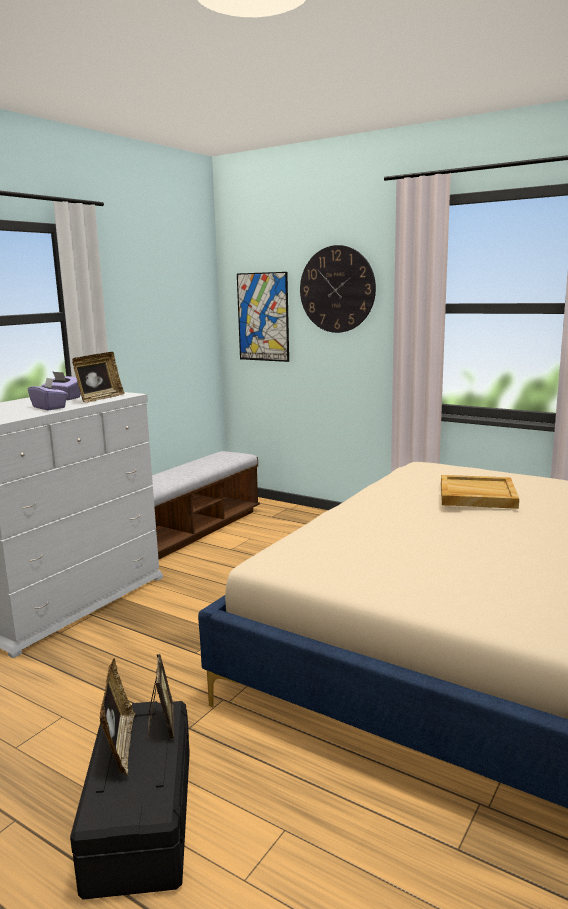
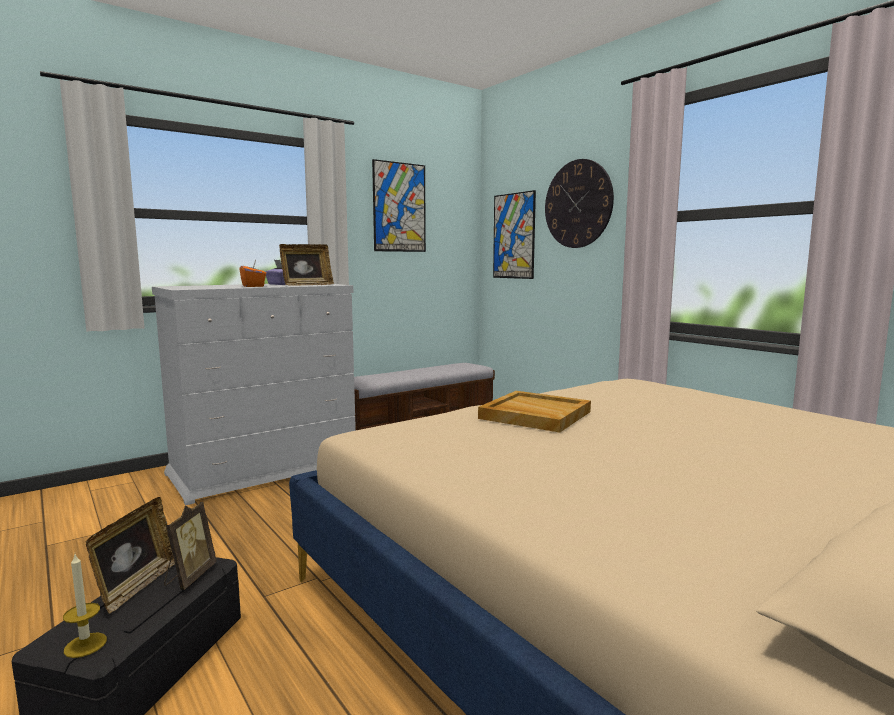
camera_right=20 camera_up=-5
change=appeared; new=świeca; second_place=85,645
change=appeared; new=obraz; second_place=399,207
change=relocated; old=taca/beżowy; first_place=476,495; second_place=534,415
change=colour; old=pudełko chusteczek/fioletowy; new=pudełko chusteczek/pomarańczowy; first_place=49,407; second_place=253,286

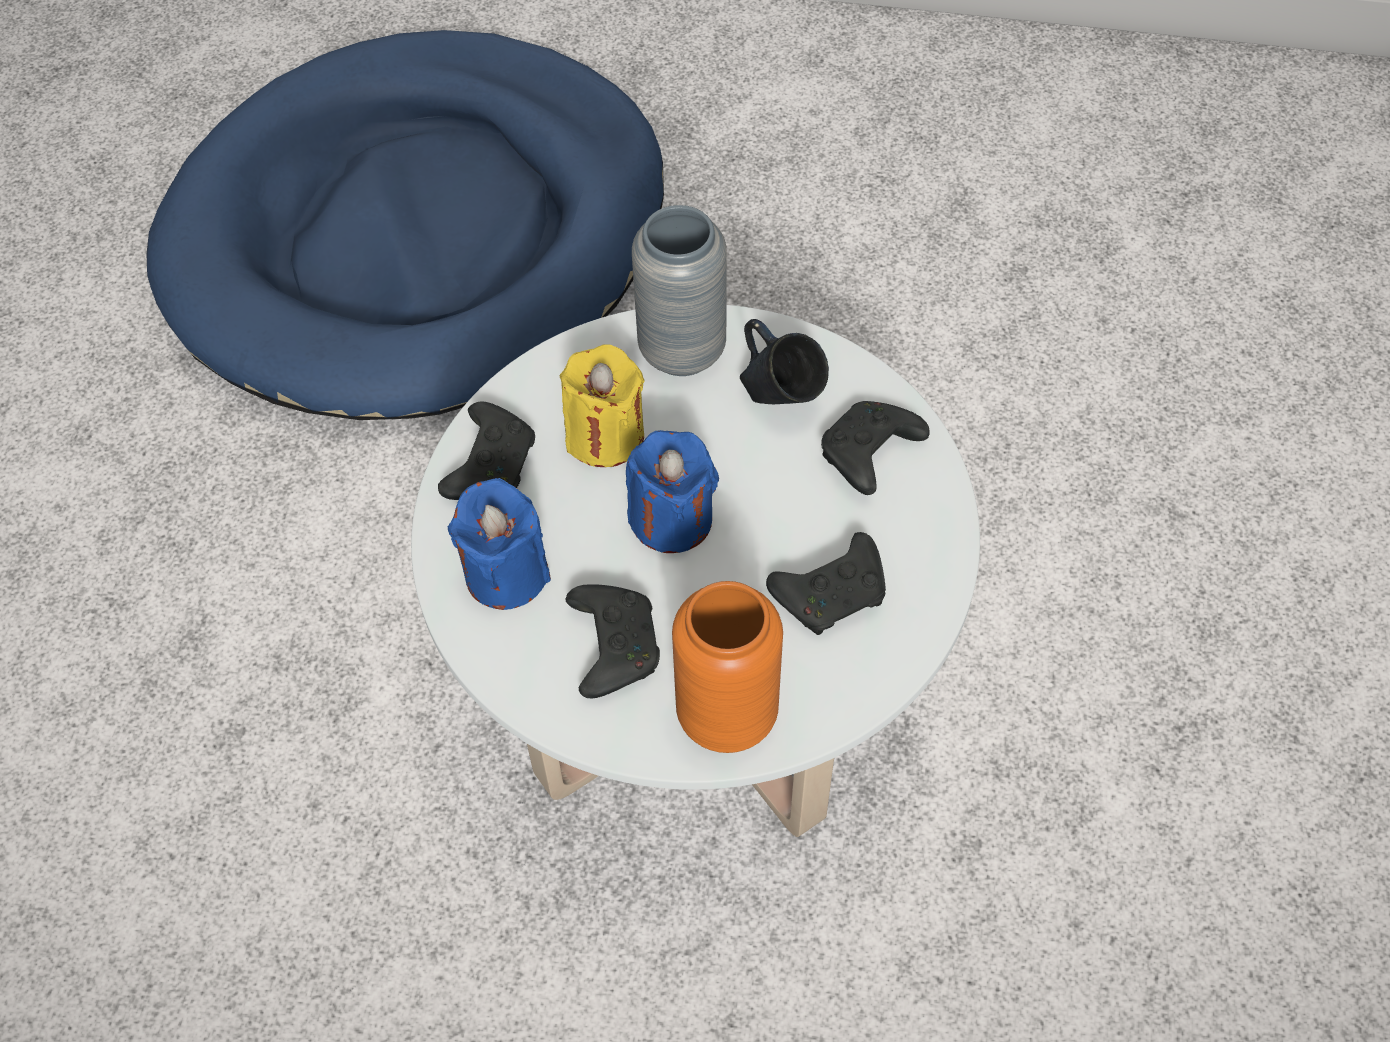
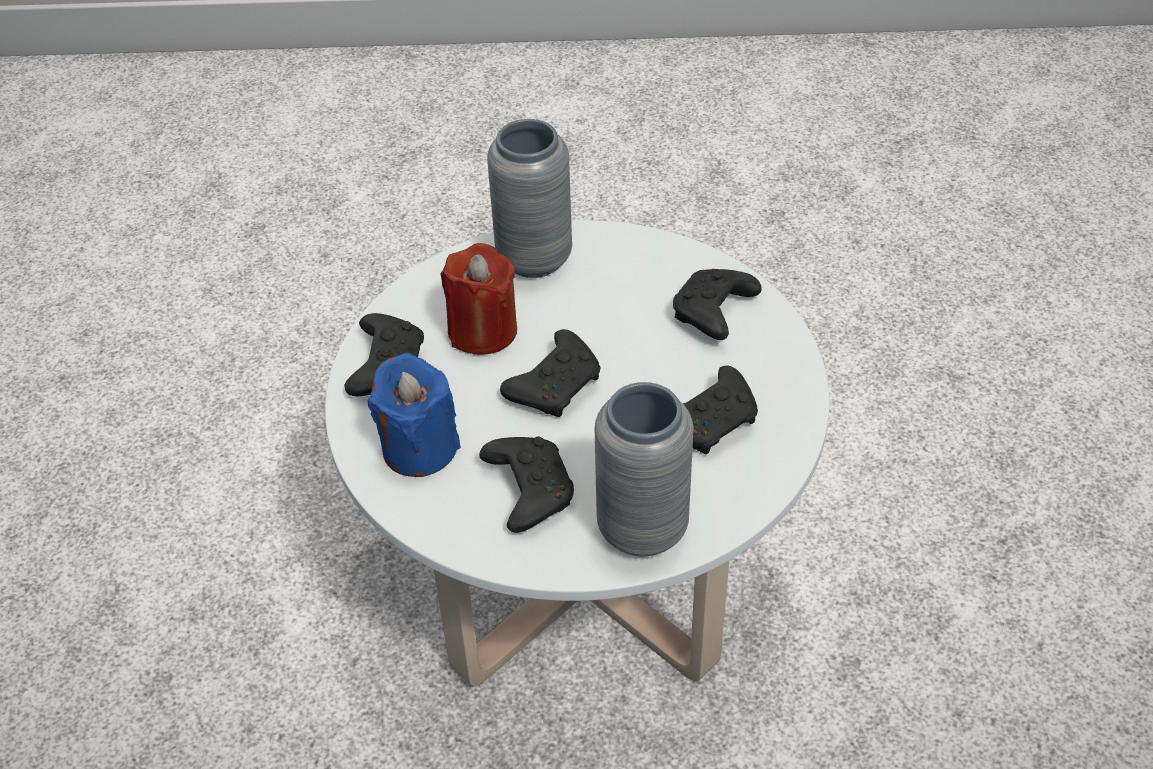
camera_right=-10 camera_up=-10
change=missing; old=legowisko/niebieski; first_place=418,236
change=missing; old=kubek/niebieski; first_place=779,400
change=exchanged; old=świeca/niebieski; new=pad do gier/czarny; first_place=672,519; second_place=556,385
change=colour; old=świeca/żółty; new=świeca/czerwony; first_place=605,436; second_place=482,331
change=colour; old=wazon/pomarańczowy; new=wazon/szary; first_place=727,715; second_place=642,529

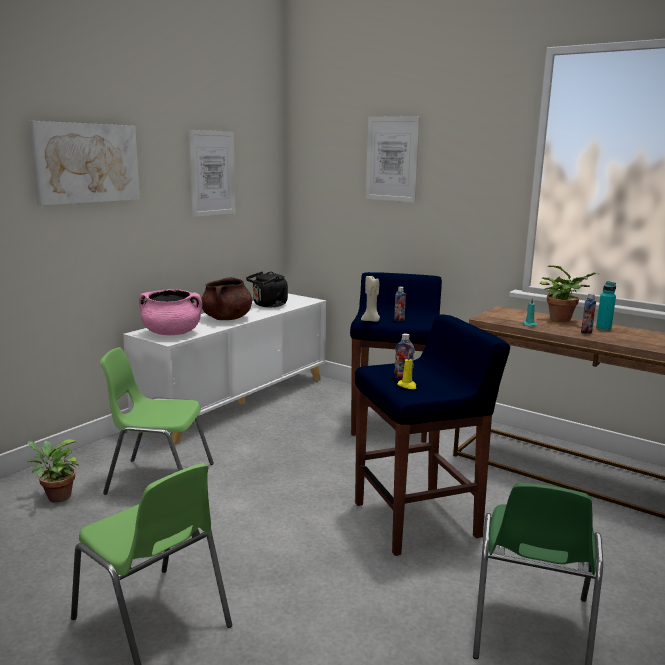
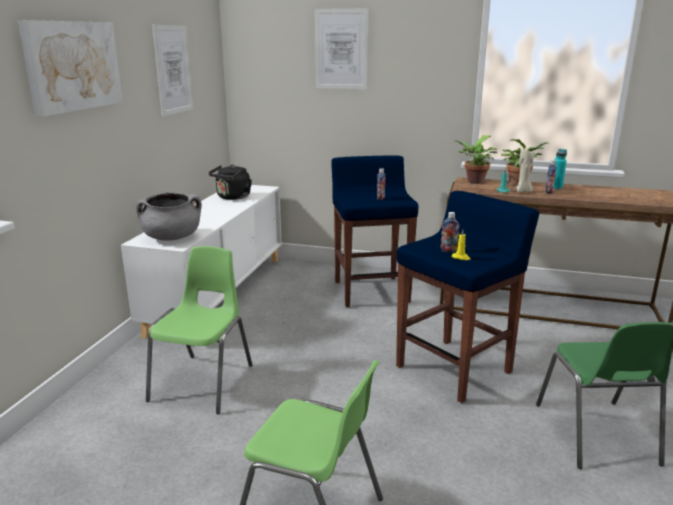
camera_right=-20 camera_up=5
change=missing; old=garnek/brązowy; first_place=227,318
change=relocated; old=roślina doniczkowa; first_place=56,497; second_place=473,182
change=relocated; old=świeca/beżowy; first_place=371,321; second_place=523,191
change=colour; old=garnek/różowy; new=garnek/szary; first_place=172,333; second_place=172,237
change=spun; old=krzesło/zielony; first_place=159,478; second_place=204,382; degrees=120

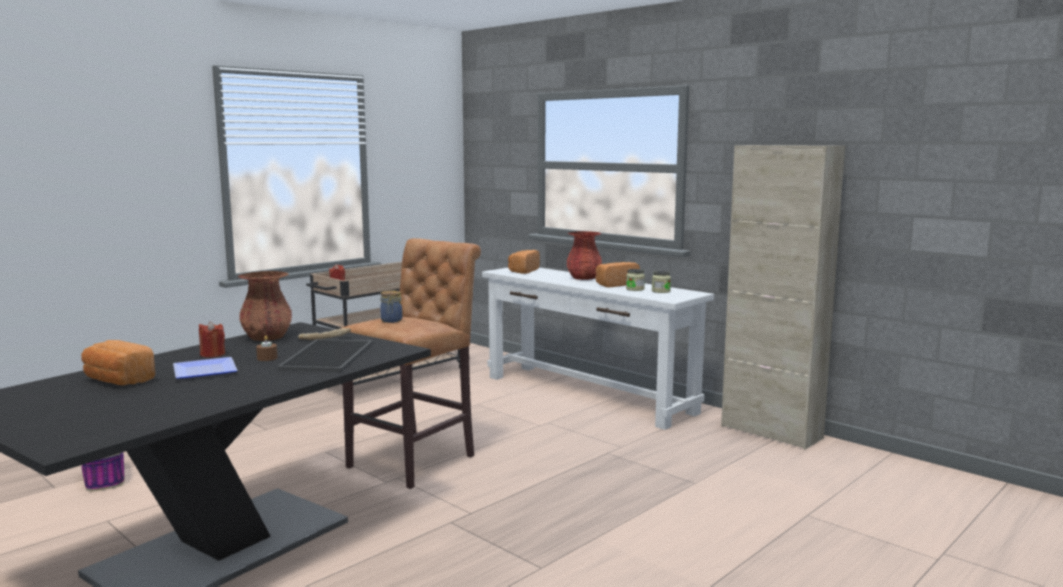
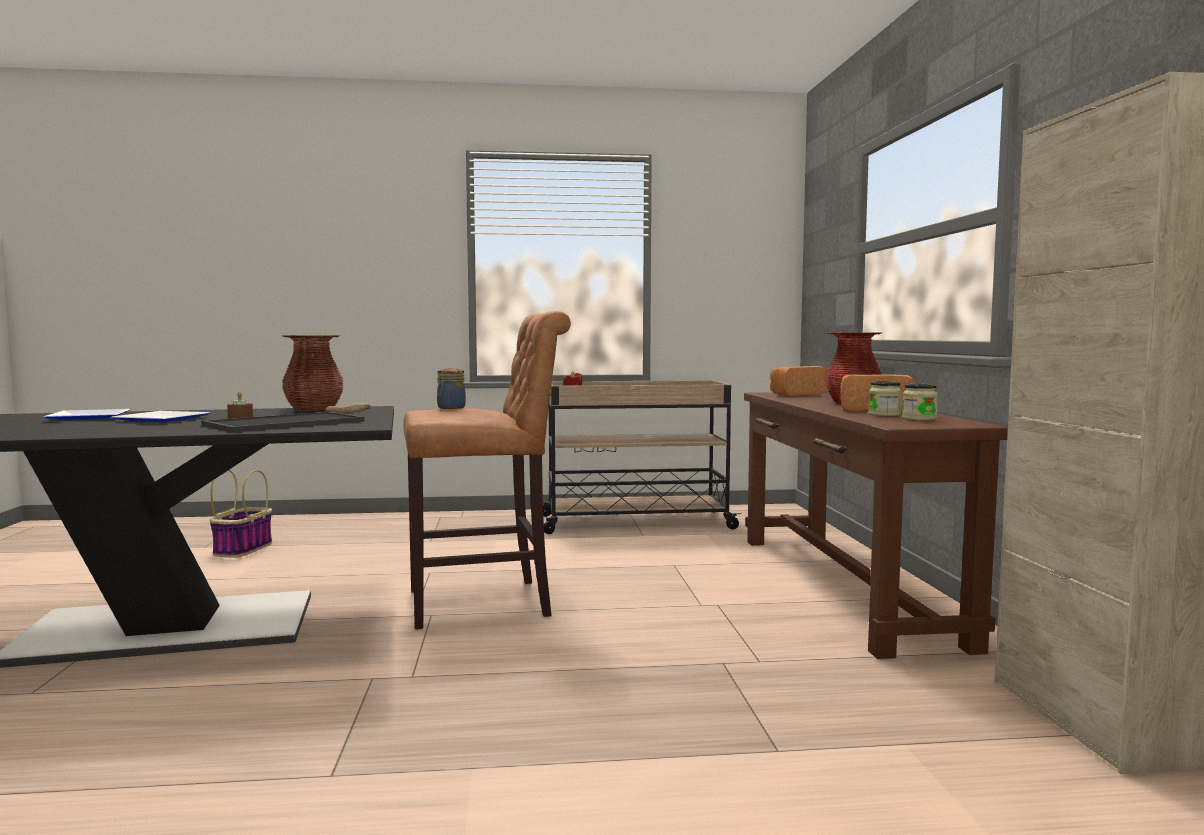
camera_right=40 camera_up=-5
change=missing; old=świeca/czerwony; first_place=212,354
change=exchanged; old=chleb; new=talerz; first_place=117,380; second_place=92,417
change=colour; old=stolik konsolowy/biały; new=stolik konsolowy/brązowy; first_place=587,394; second_place=841,586

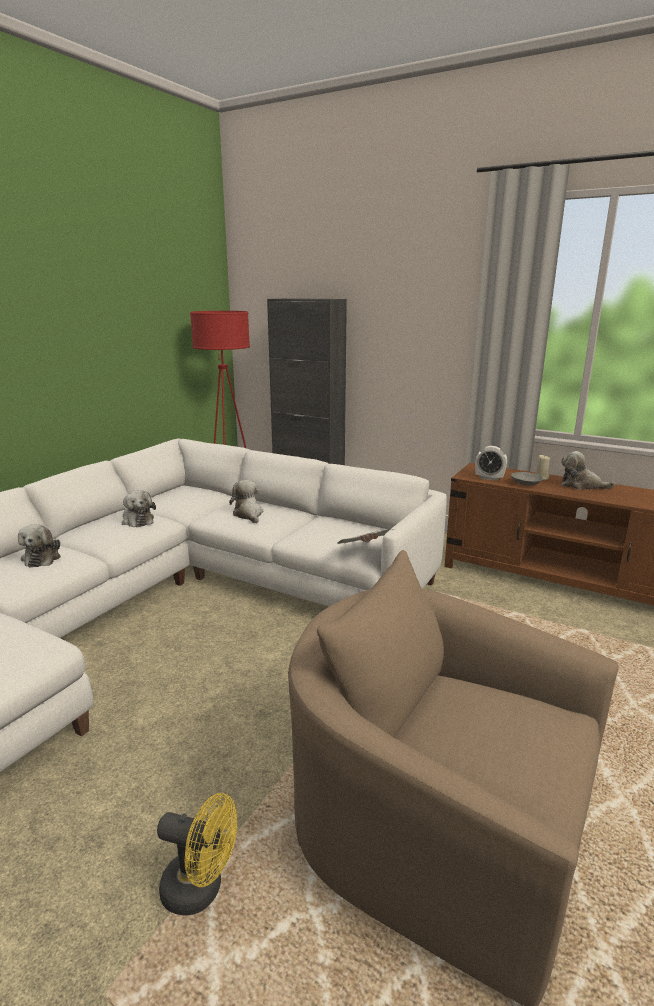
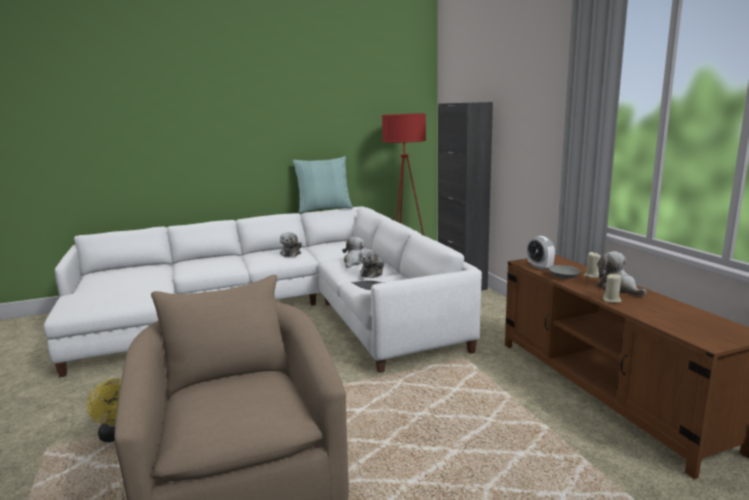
camera_right=40 camera_up=-5
change=appeared; new=poduszka; second_place=324,209
change=appeared; new=świeca/beżowy; second_place=612,300
change=relocated; old=pluszak; first_place=42,557; second_place=372,273

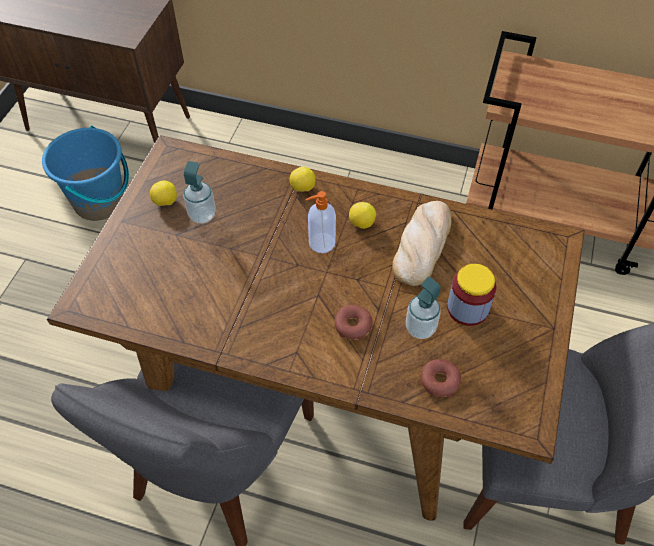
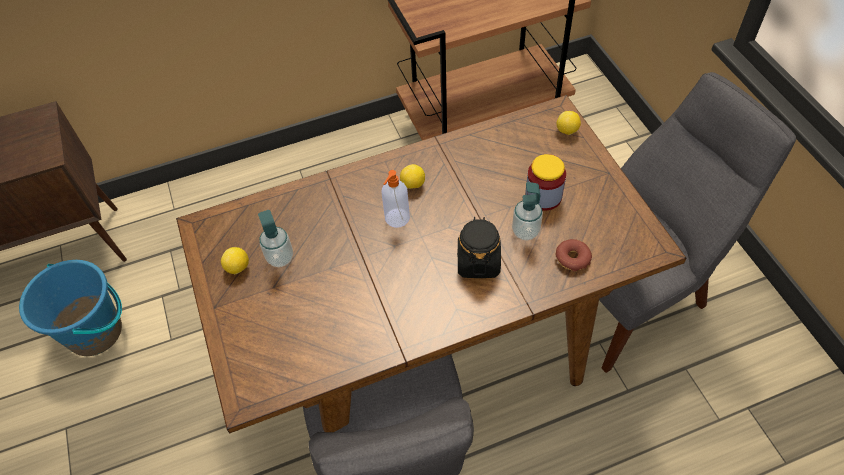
camera_right=-35 camera_up=0
change=missing; old=chleb; first_place=422,244
change=relocated; old=cytryna; first_place=302,188; second_place=567,131
change=exchanged; old=donut; new=słoik/czarny; first_place=353,326; second_place=478,262

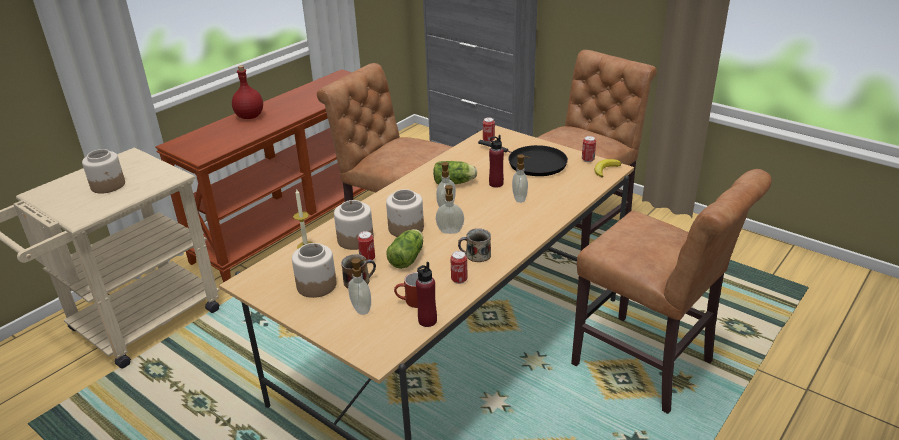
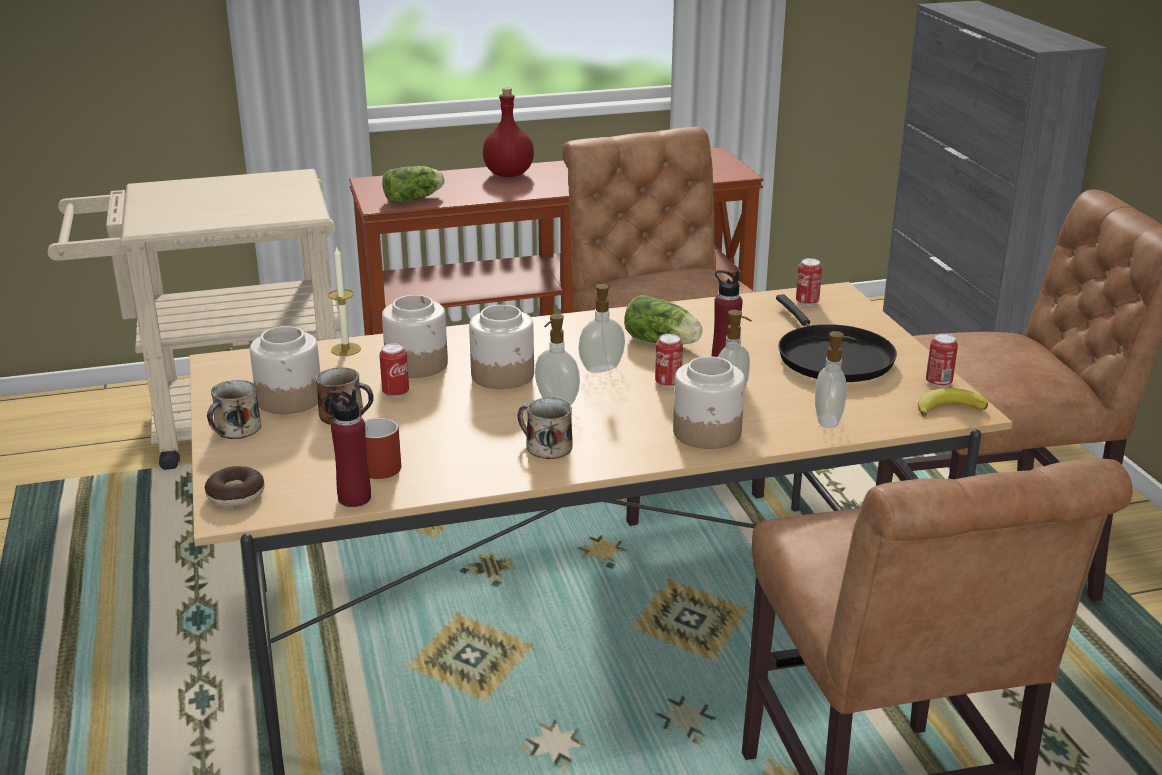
camera_right=35 camera_up=-5
change=appeared; new=donut; second_place=236,495
change=appeared; new=kubek; second_place=236,429
change=relocated; old=słoik; first_place=108,185; second_place=707,433
change=relocated; old=dozownik mydła; first_place=362,308; second_place=829,421
change=relocated; old=sałata; first_place=408,257; second_place=415,199
change=relocated; old=puszka; first_place=459,280; second_place=668,383

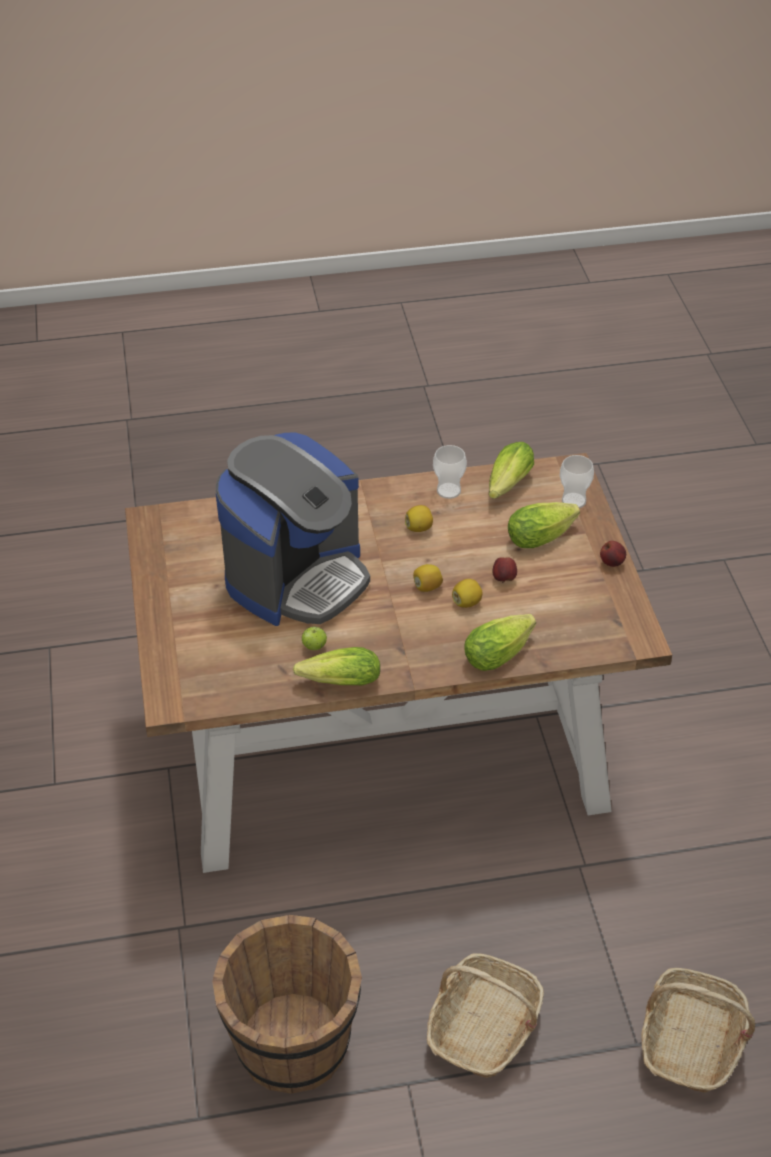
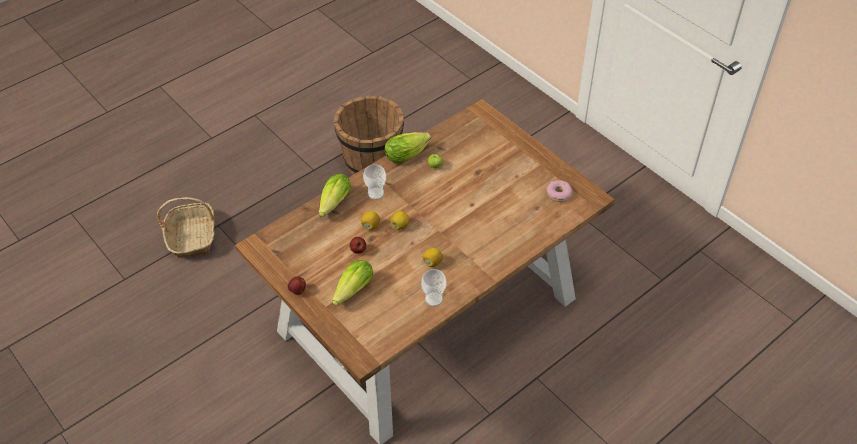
camera_right=150 camera_up=5
change=missing; old=ekspres do kawy; first_place=297,578
change=missing; old=koszyk; first_place=484,1028
change=missing; old=sałata; first_place=506,487
change=appeared; new=donut; second_place=558,194
change=relocated; old=filiżanka; first_place=573,501; second_place=375,193

